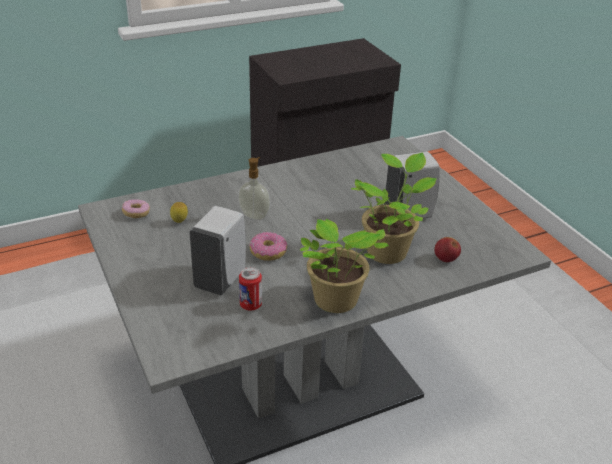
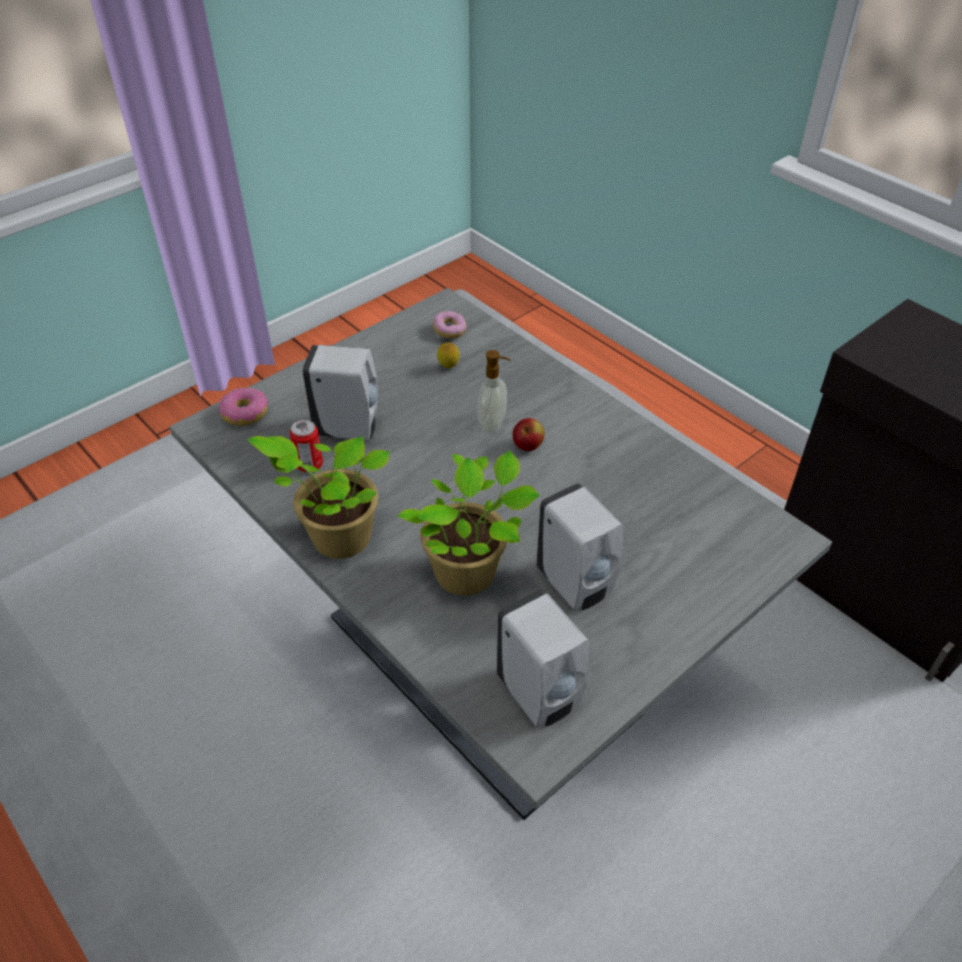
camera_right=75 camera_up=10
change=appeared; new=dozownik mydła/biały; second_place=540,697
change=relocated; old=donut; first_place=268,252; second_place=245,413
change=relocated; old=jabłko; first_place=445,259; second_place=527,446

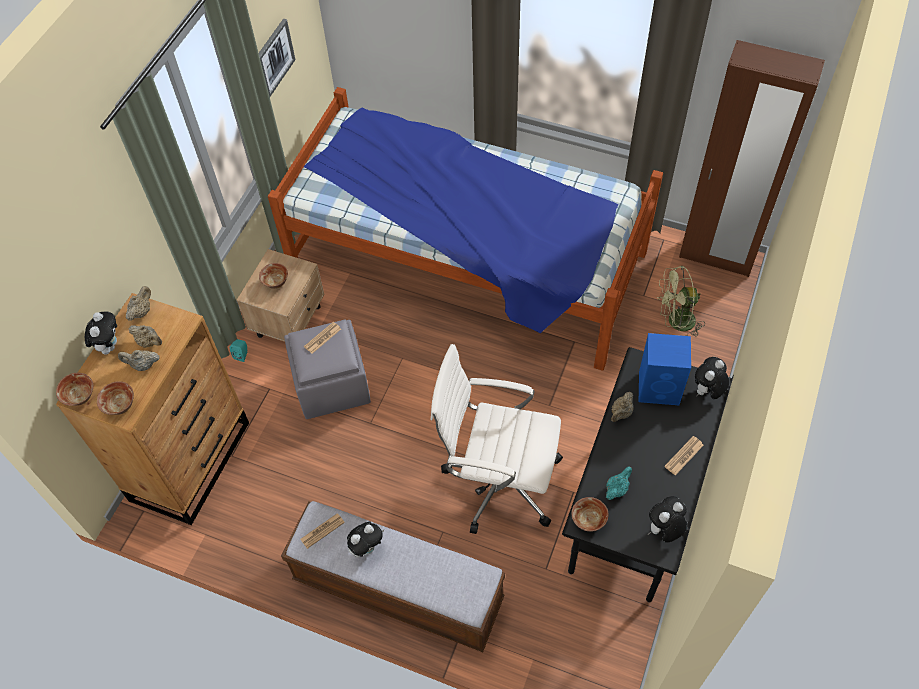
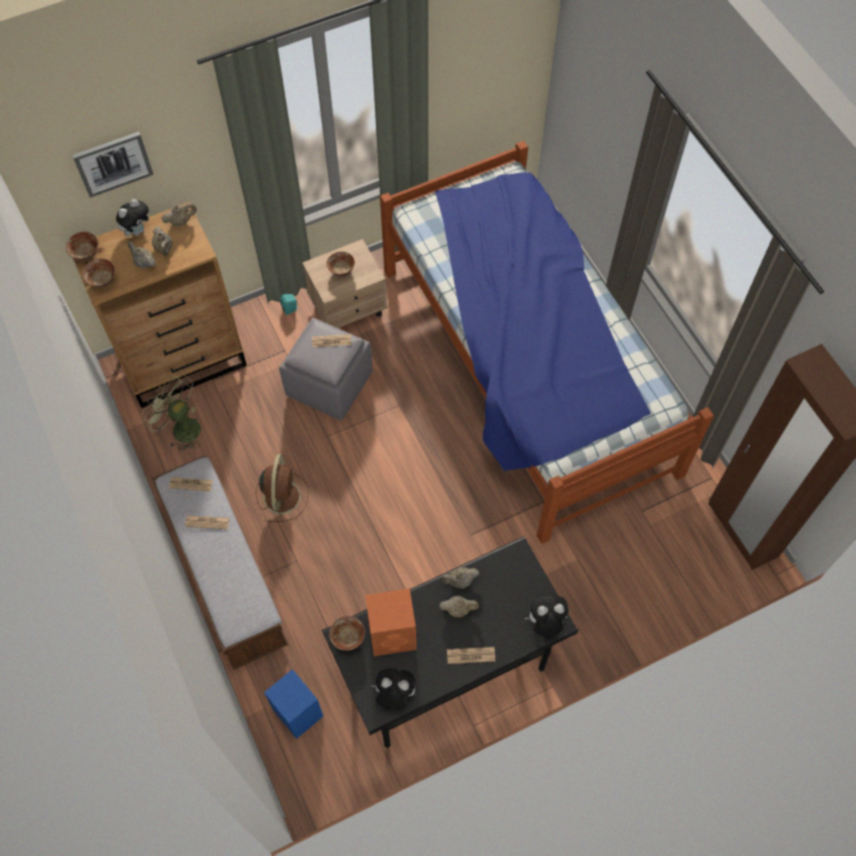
camera_right=40 camera_up=5
change=missing; old=krzesło biurowe/biały; first_place=498,480
change=appeared; new=wentylator/brązowy; second_place=282,495
change=appeared; new=imbryk/beżowy; second_place=458,609
change=relocated; old=obraz; first_place=274,58; second_place=113,163
change=relocated; old=głośnik/niebieski; first_place=660,388; second_place=298,713
change=relocated; old=wentylator/zielony; first_place=675,322; second_place=180,428
change=exchanged; old=pluszak; new=gazeta; first_place=367,547; second_place=207,522
change=exchanged; old=imbryk/turkusowy; new=głośnik/pomarańczowy; first_place=617,489; second_place=394,634

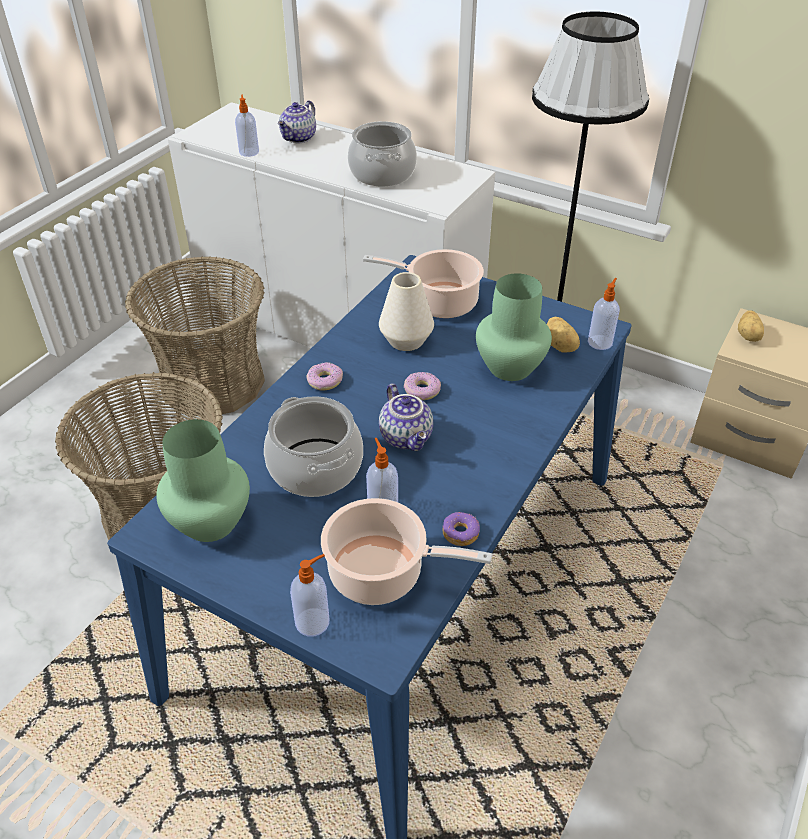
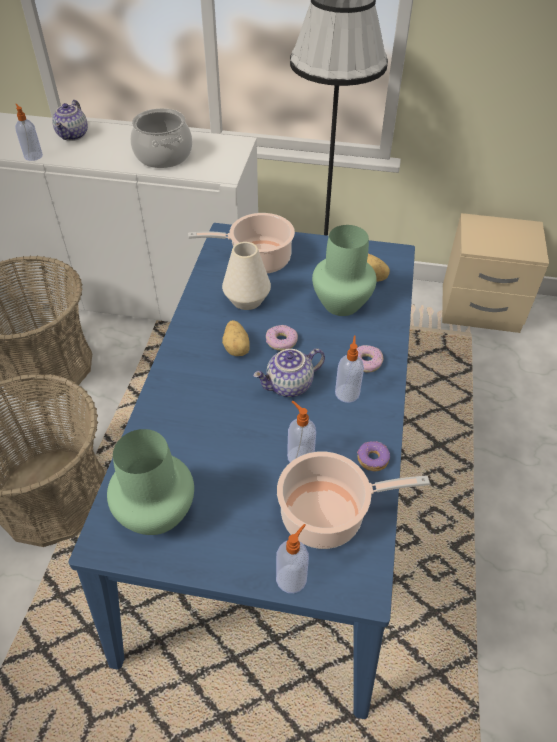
camera_right=-20 camera_up=5
change=missing; old=garnek; first_place=314,468
change=relocated; old=donut; first_place=324,381; second_place=366,362
change=relocated; old=dozownik mydła; first_place=600,342; second_place=347,392
change=relocated; old=ziemniak; first_place=748,336; second_place=237,348
change=spun; old=imbryk; first_place=407,437; second_place=289,386; degrees=105

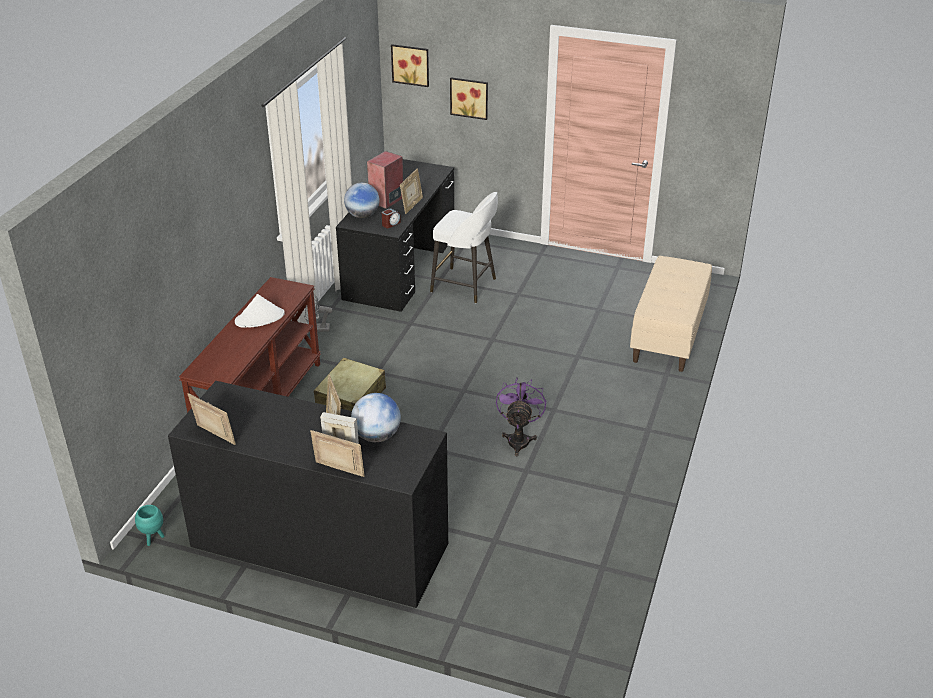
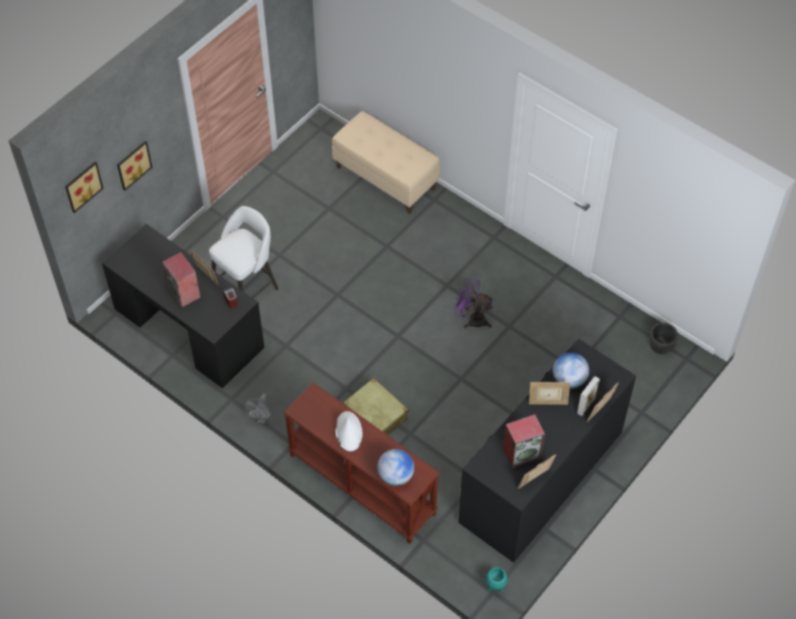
camera_right=-70 camera_up=20
change=appeared; new=głośnik; second_place=522,452
change=appeared; new=donica/czarny; second_place=660,347
change=relocated; old=globus; first_place=362,215; second_place=395,476

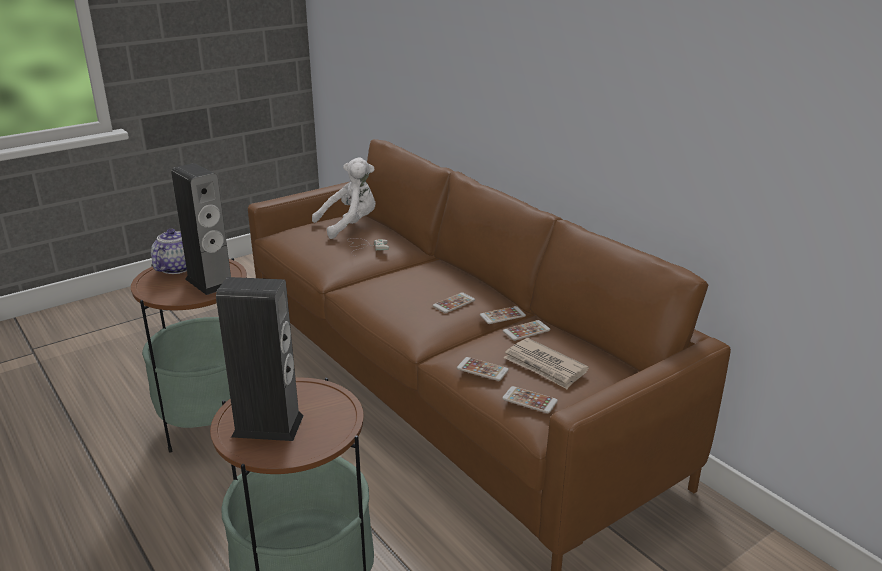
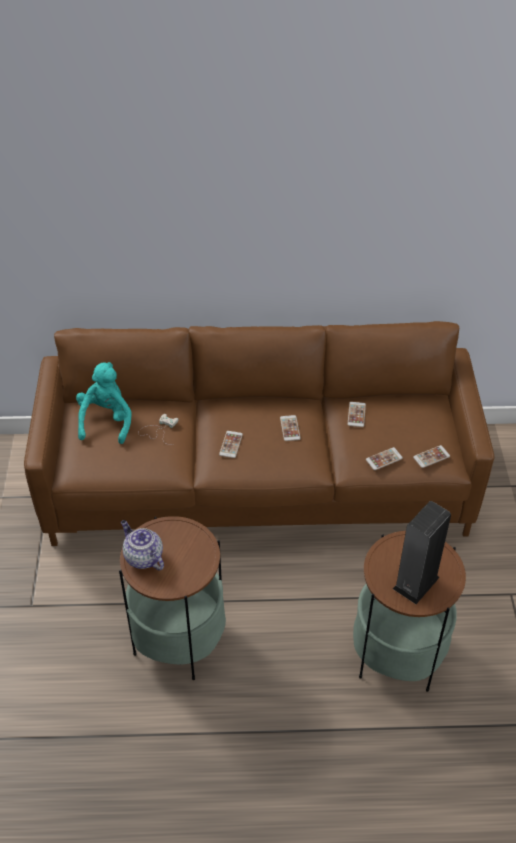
camera_right=-55 camera_up=20
change=missing; old=głośnik; first_place=210,282
change=missing; old=gazeta; first_place=545,366
change=relocated; old=telefon; first_place=502,315; second_place=231,444
change=colour; old=pluszak/biały; new=pluszak/turkusowy; first_place=350,225; second_place=106,420

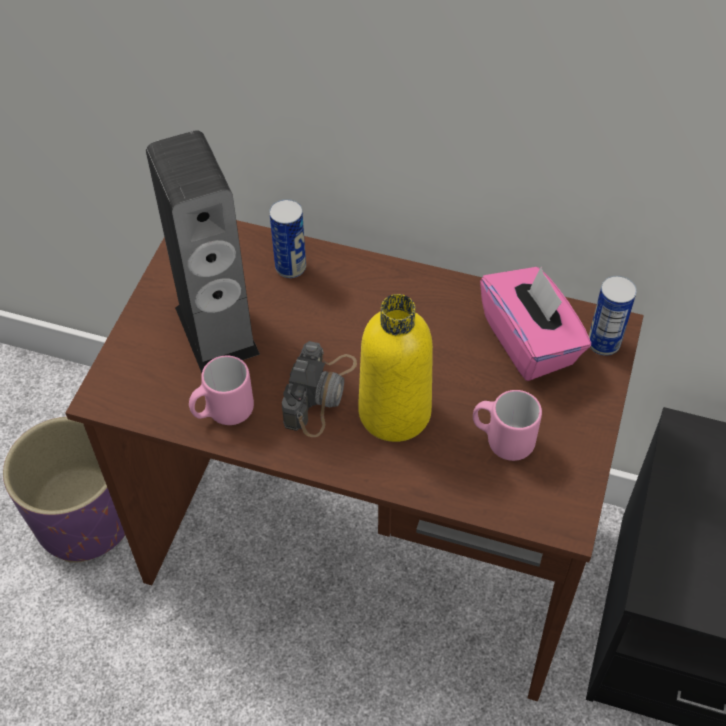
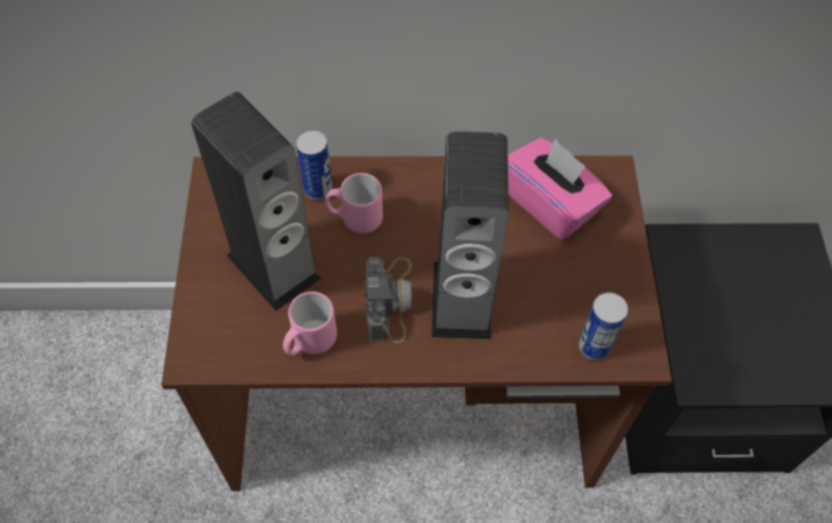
camera_right=-20 camera_up=5
change=missing; old=donica/fioletowy; first_place=83,519
change=relocated; old=kubek/różowy; first_place=502,440; second_place=355,218
change=relocated; old=puszka; first_place=603,343; second_place=594,346
change=exchanged; old=butelka/żółty; new=głośnik; first_place=394,412; second_place=461,299

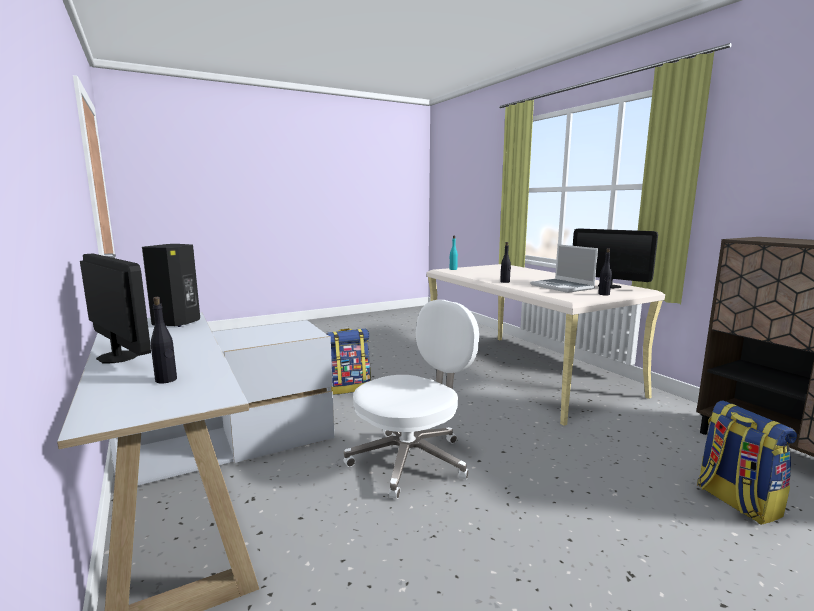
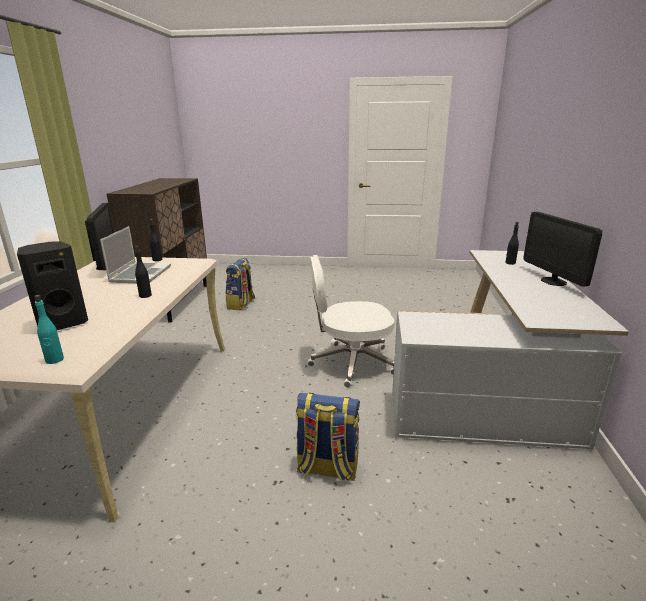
camera_right=-145 camera_up=10
change=relocated; old=głośnik/czarny; first_place=178,322; second_place=62,323

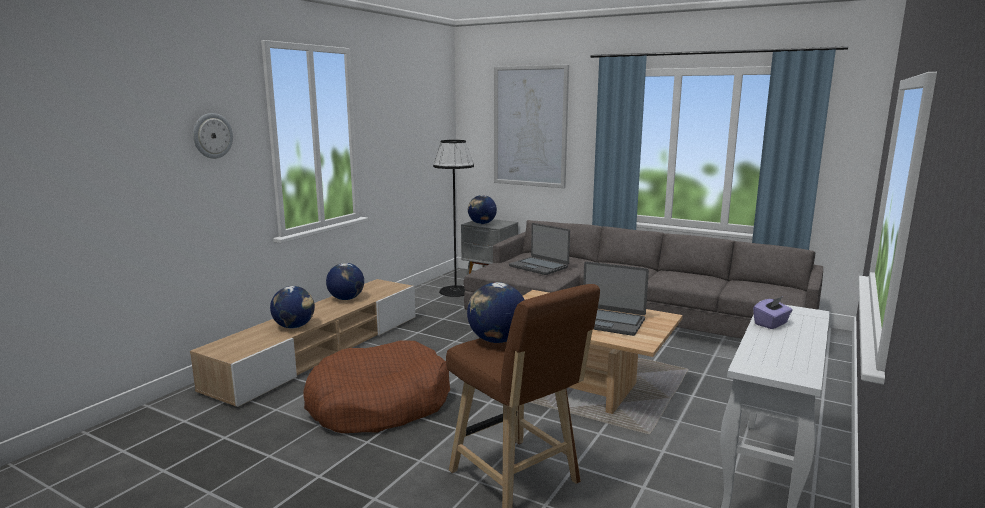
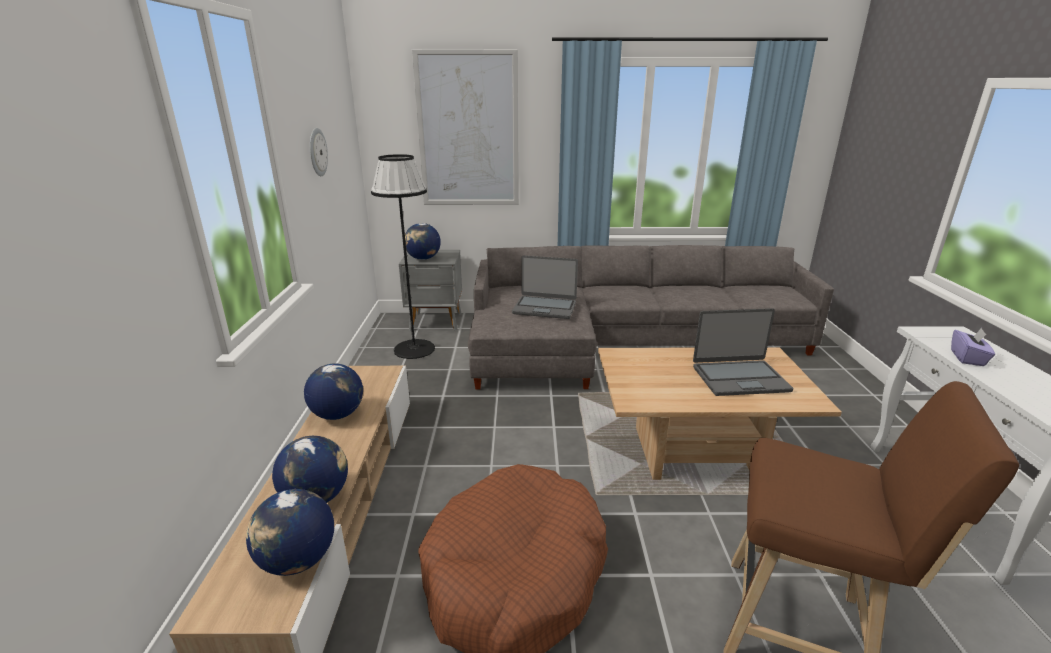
camera_right=-30 camera_up=10
change=relocated; old=zegar ścienny; first_place=212,135; second_place=317,152
change=relocated; old=globus; first_place=496,340; second_place=297,561

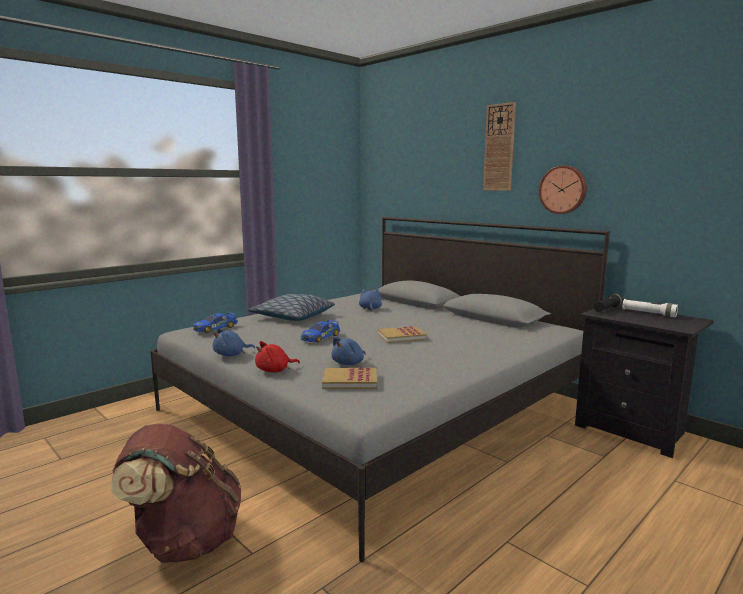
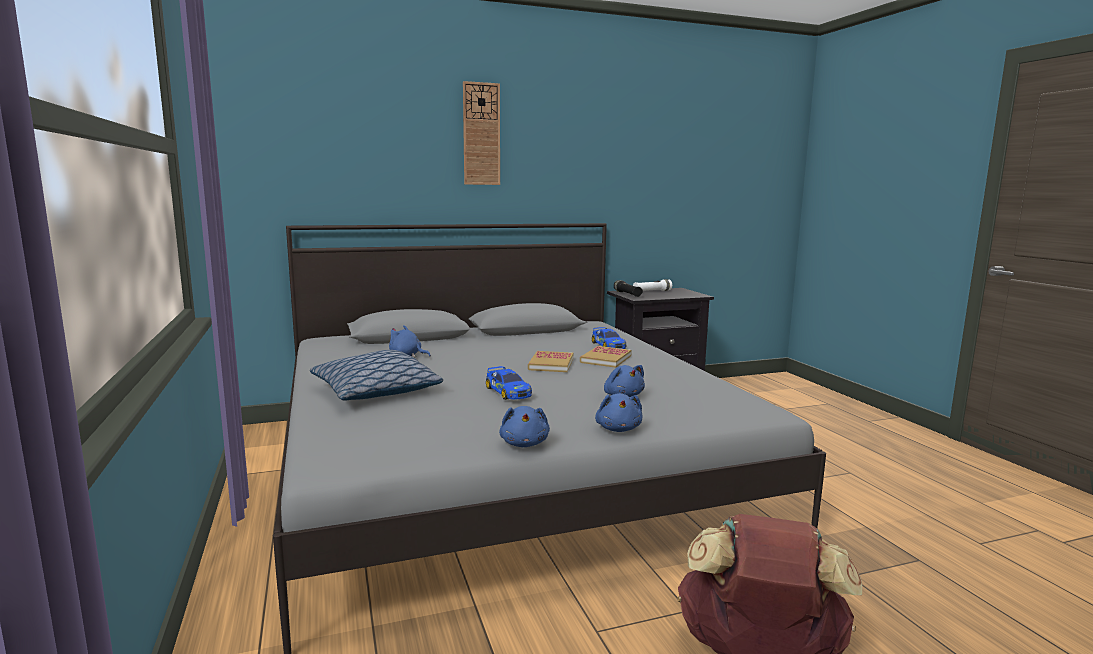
camera_right=-65 camera_up=0
change=missing; old=zegar ścienny; first_place=563,190
change=relocated; old=samochodzik; first_place=215,328; second_place=608,345
change=relocated; old=książka; first_place=350,381; second_place=606,359
change=colour; old=pluszak/czerwony; new=pluszak/niebieski; first_place=275,370; second_place=618,429

